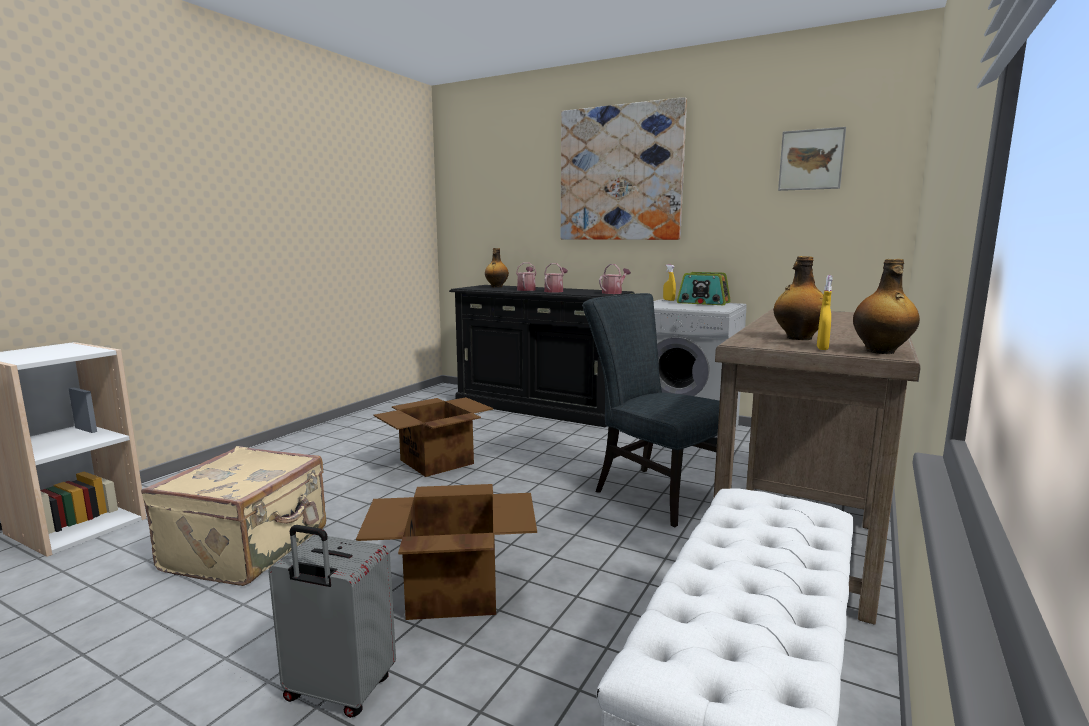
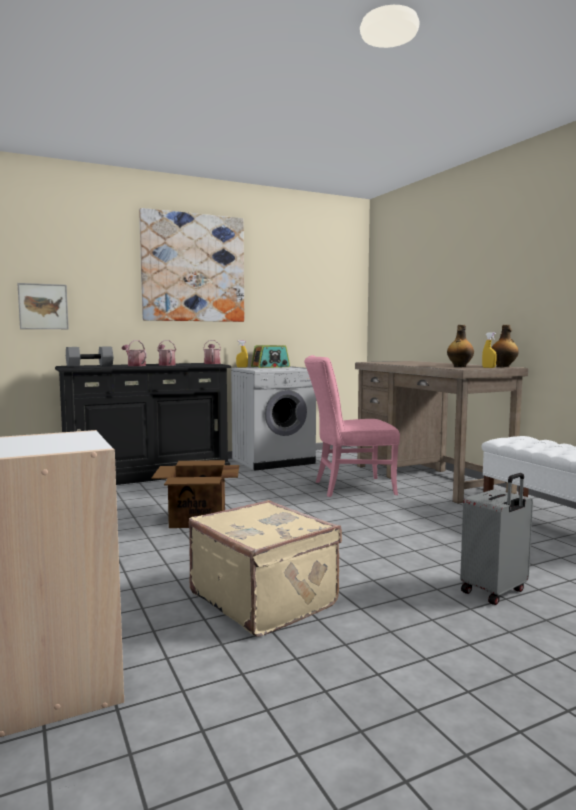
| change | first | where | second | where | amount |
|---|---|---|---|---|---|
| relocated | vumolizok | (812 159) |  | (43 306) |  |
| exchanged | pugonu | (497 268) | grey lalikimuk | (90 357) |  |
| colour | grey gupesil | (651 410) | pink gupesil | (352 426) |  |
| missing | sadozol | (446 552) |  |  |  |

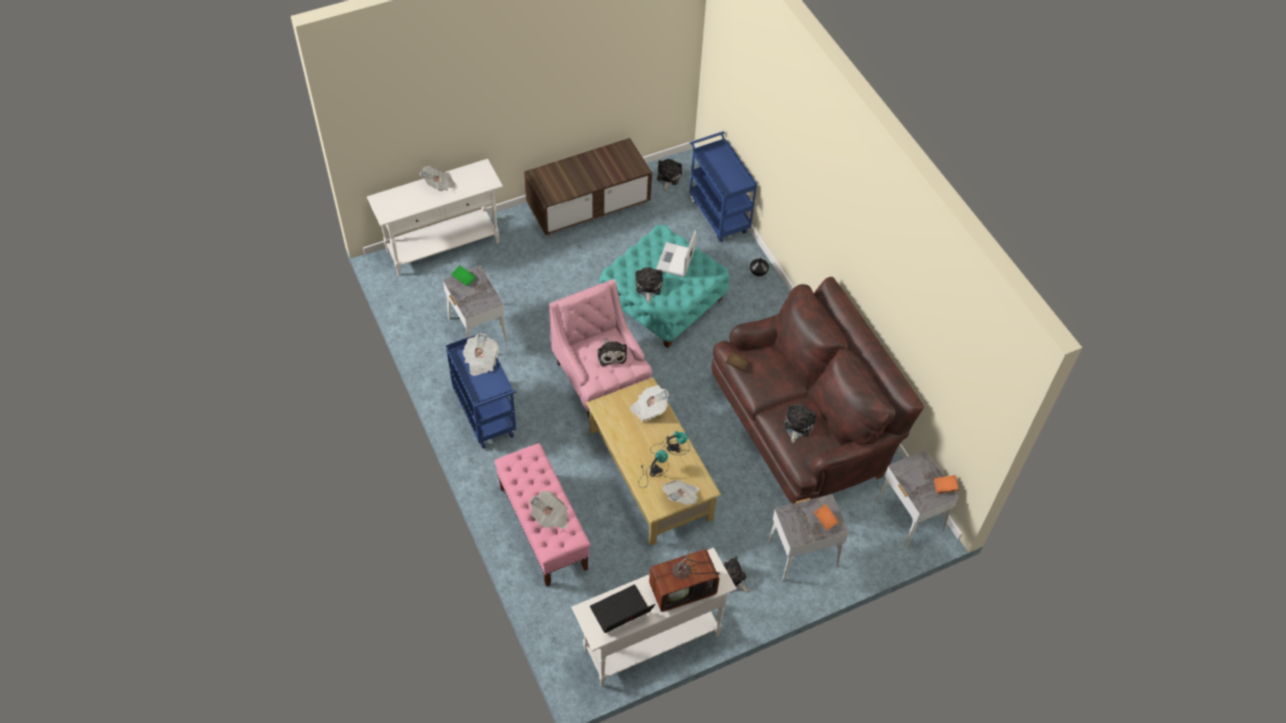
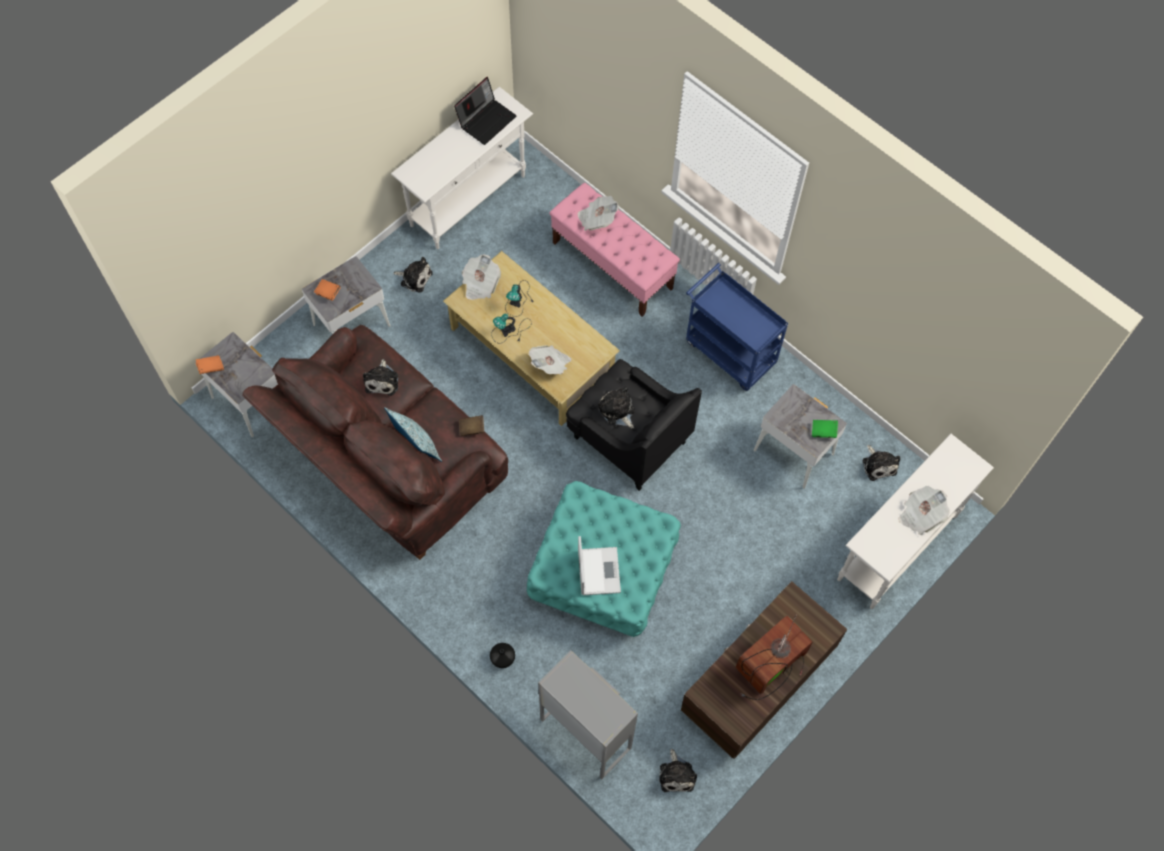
| change | first | where | second | where | amount |
|---|---|---|---|---|---|
| appeared |  |  | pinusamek | (413 434) |  |
| exchanged | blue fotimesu | (723 186) | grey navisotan | (588 714) |  |
| colour | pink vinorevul | (600 348) | black vinorevul | (634 425) |  |
| relocated | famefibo | (684 577) |  | (774 657) |  |
| relocated | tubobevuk | (649 285) |  | (881 463) |  |
| missing | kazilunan | (481 354) |  |  |  |

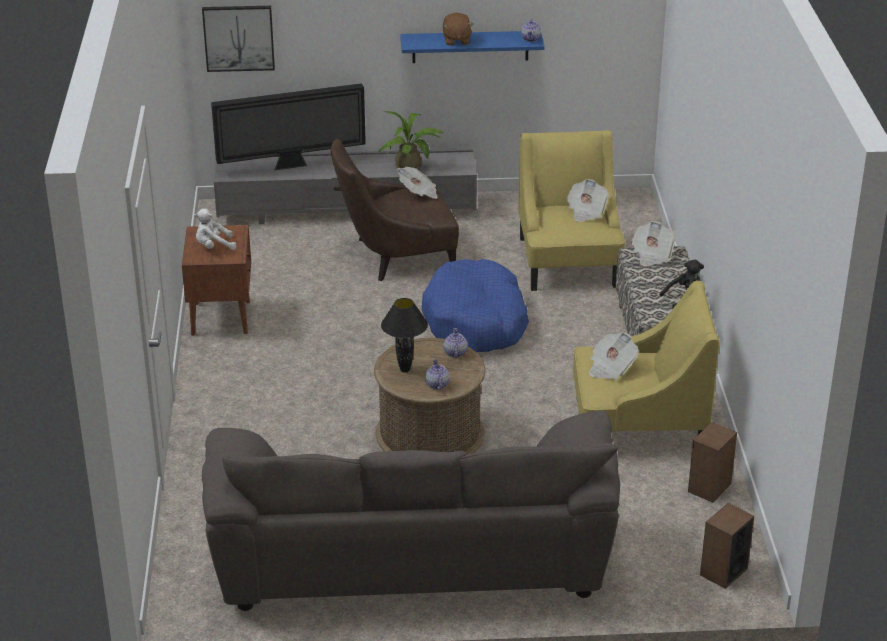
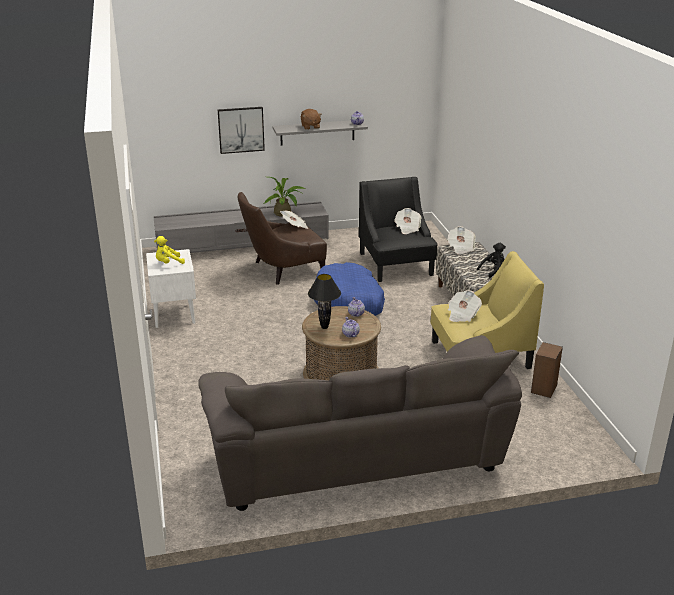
| change | first | where | second | where | amount |
|---|---|---|---|---|---|
| colour | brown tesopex | (216 280) | white tesopex | (171 288) |  |
| colour | white tubobevuk | (215 229) | yellow tubobevuk | (169 250) |  |
| relocated | vumolizok | (238 39) |  | (241 130) |  |
| colour | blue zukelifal | (472 47) | grey zukelifal | (320 133) |  |
| colour | yellow vinorevul | (571 210) | black vinorevul | (398 229) |  |
| missing | famefibo | (288 126) |  |  |  |
| missing | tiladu | (727 546) |  |  |  |

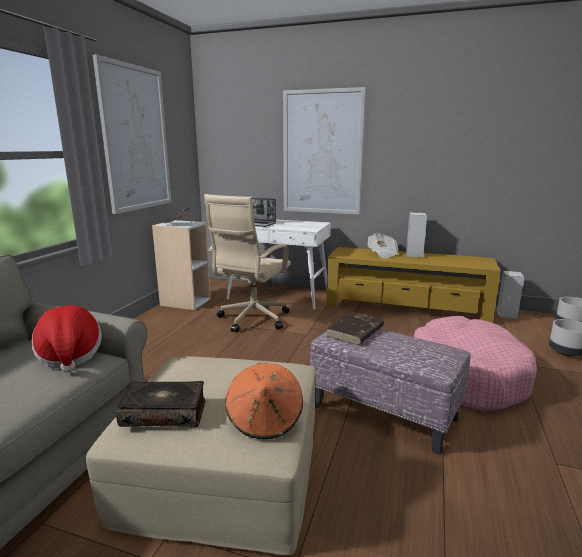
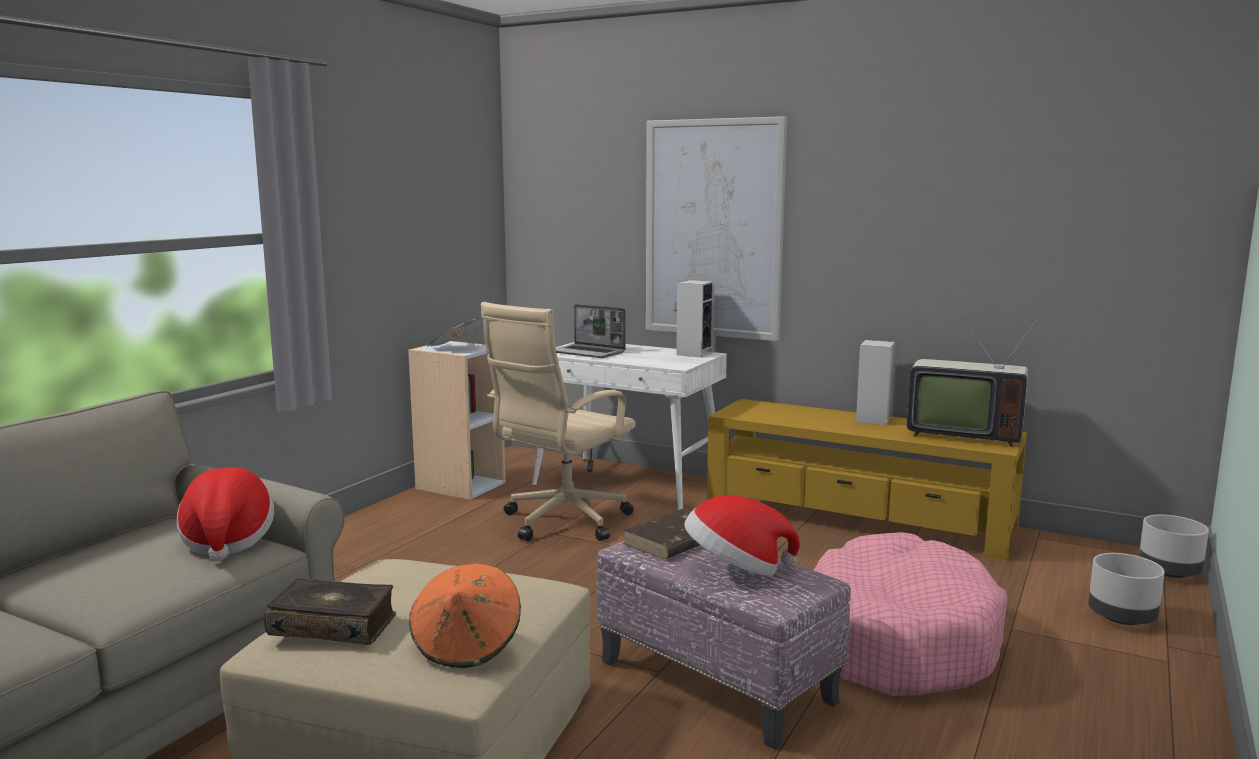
| change | first | where | second | where | amount |
|---|---|---|---|---|---|
| relocated | tiladu | (511 295) |  | (695 319) |  |
| appeared |  |  | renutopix | (742 535) |  |
| appeared |  |  | famefibo | (973 381) |  |
| missing | vumolizok | (132 134) |  |  |  |
| missing | kazilunan | (382 246) |  |  |  |

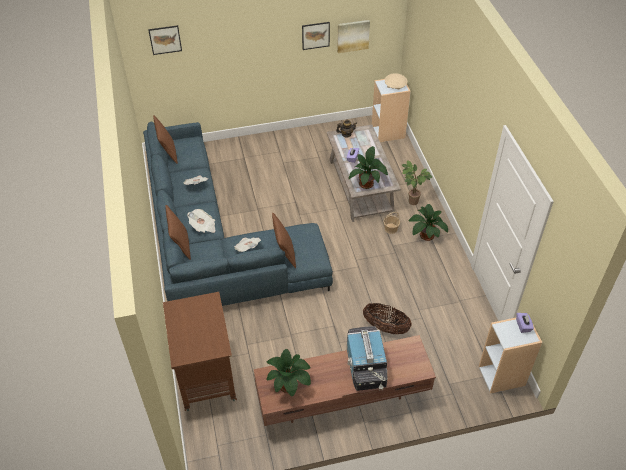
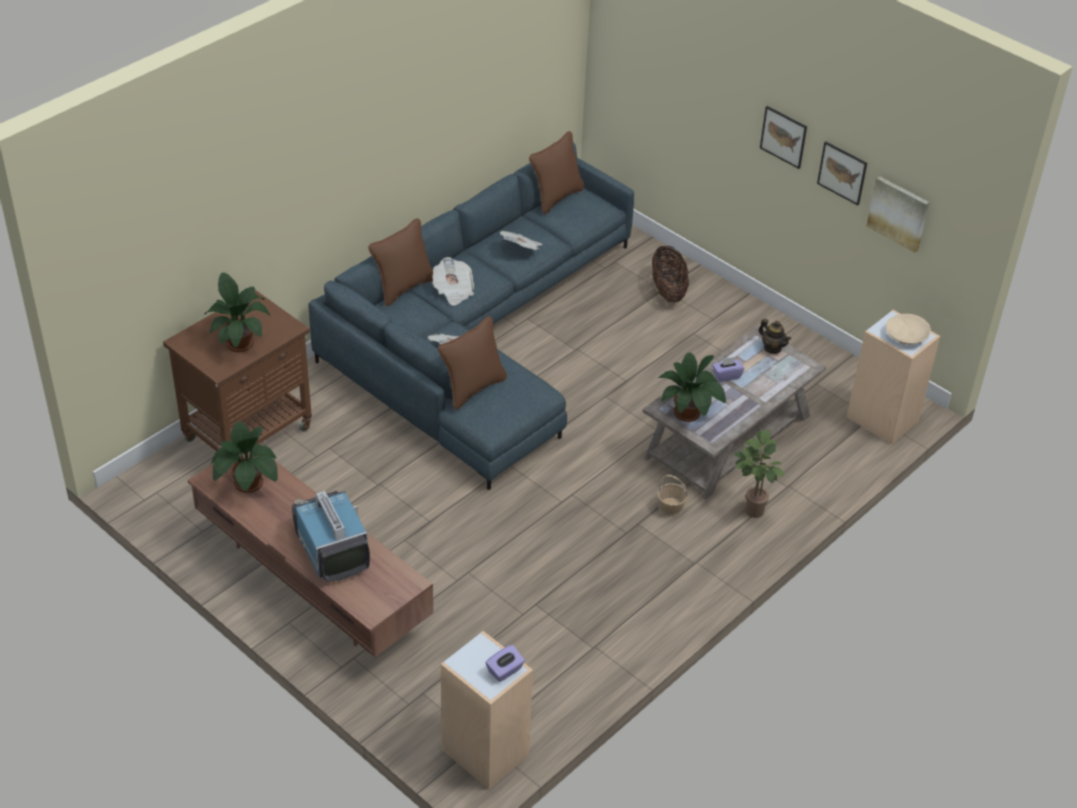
| change | first | where | second | where | amount |
|---|---|---|---|---|---|
| relocated | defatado | (428 222) |  | (237 312) |  |
| spun | famefibo | (367 358) |  | (331 536) | 105 degrees clockwise |
| relocated | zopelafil | (387 318) |  | (670 274) |  |
| relocated | vumolizok | (165 40) |  | (783 137) |  |

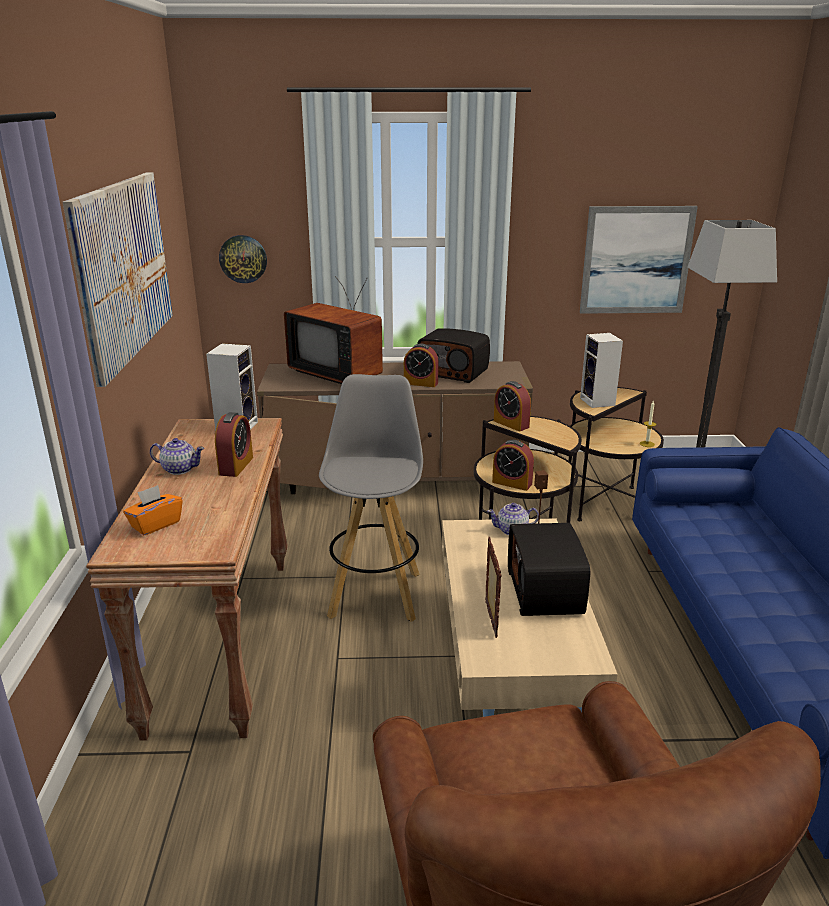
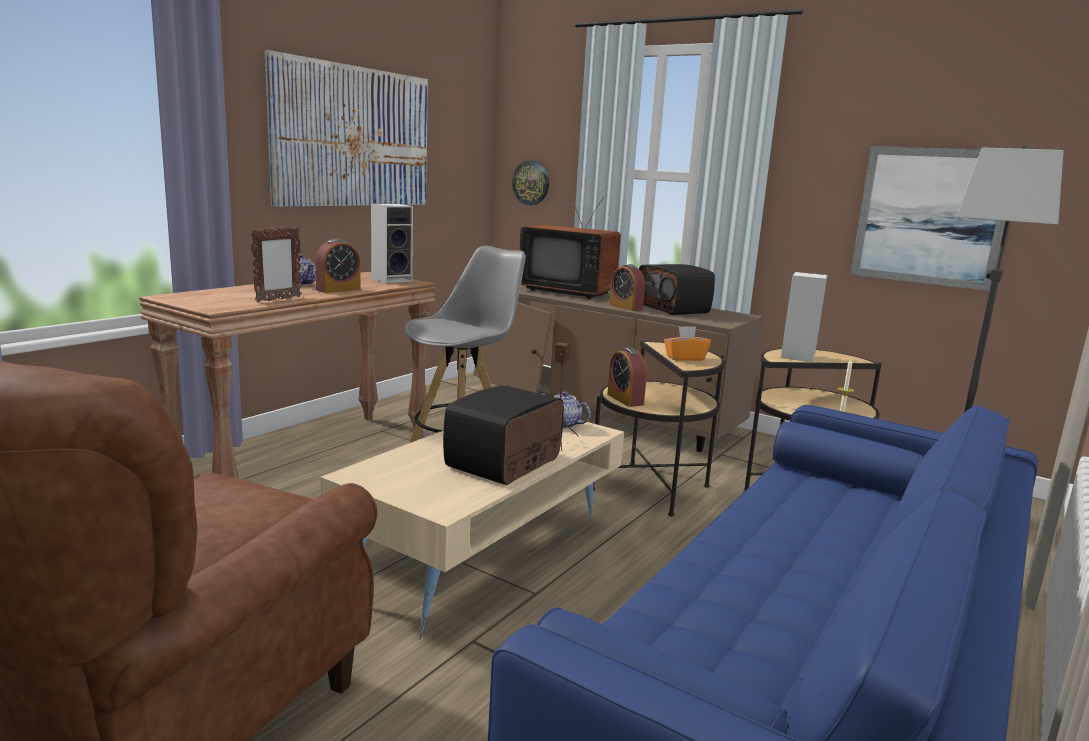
| change | first | where | second | where | amount |
|---|---|---|---|---|---|
| relocated | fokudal | (493 587) |  | (276 264) |  |
| spun | famefibo | (333 330) |  | (570 248) | 45 degrees counterclockwise |
| relocated | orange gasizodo | (153 510) |  | (687 343) |  |
| missing | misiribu | (512 406) |  |  |  |

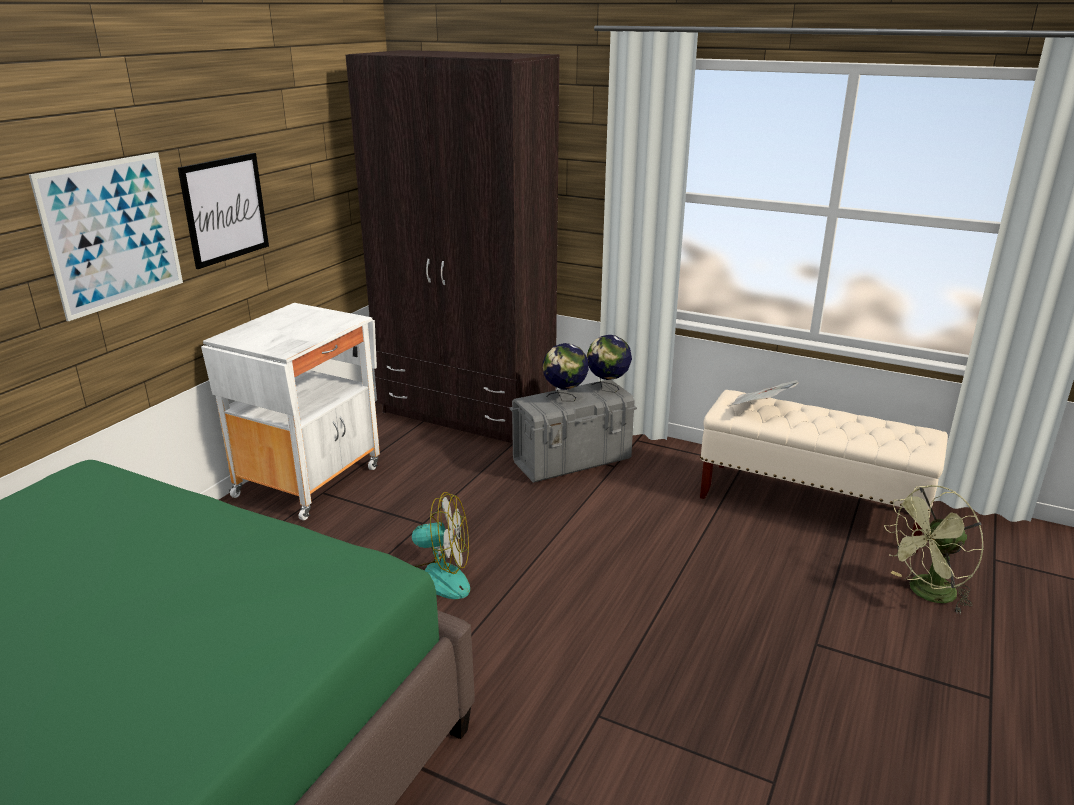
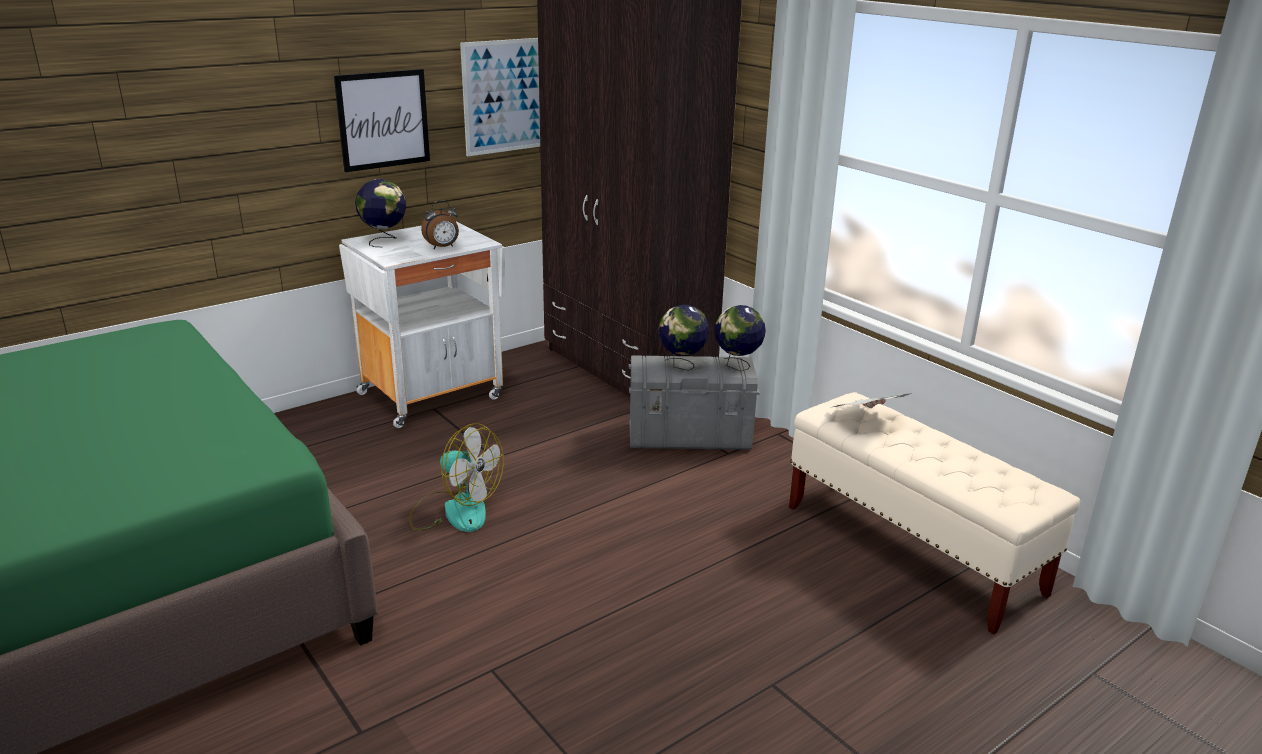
| change | first | where | second | where | amount |
|---|---|---|---|---|---|
| appeared |  |  | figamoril | (380 213) |  |
| appeared |  |  | misiribu | (440 224) |  |
| relocated | vumolizok | (106 236) |  | (500 97) |  |
| missing | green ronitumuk | (934 549) |  |  |  |

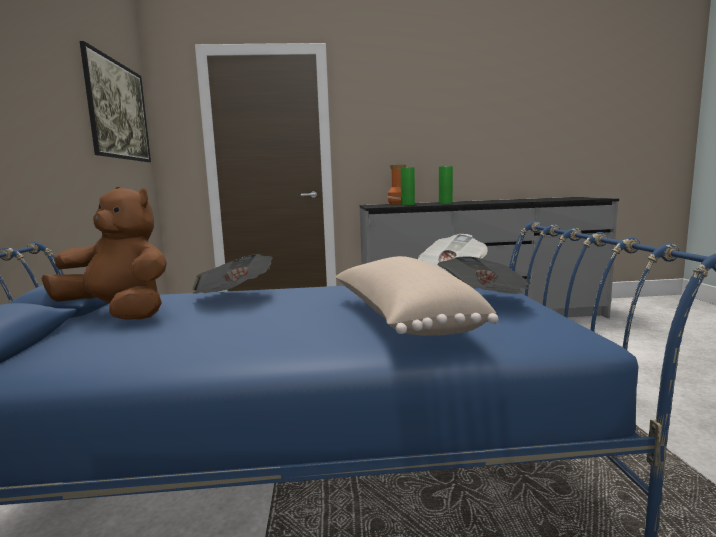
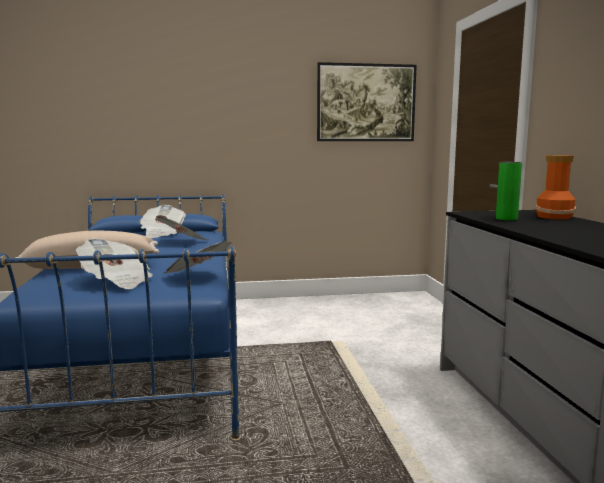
| change | first | where | second | where | amount |
|---|---|---|---|---|---|
| exchanged | brown tubobevuk | (104 253) | kazilunan | (163 221) |  |
| missing | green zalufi | (446 185) |  |  |  |

